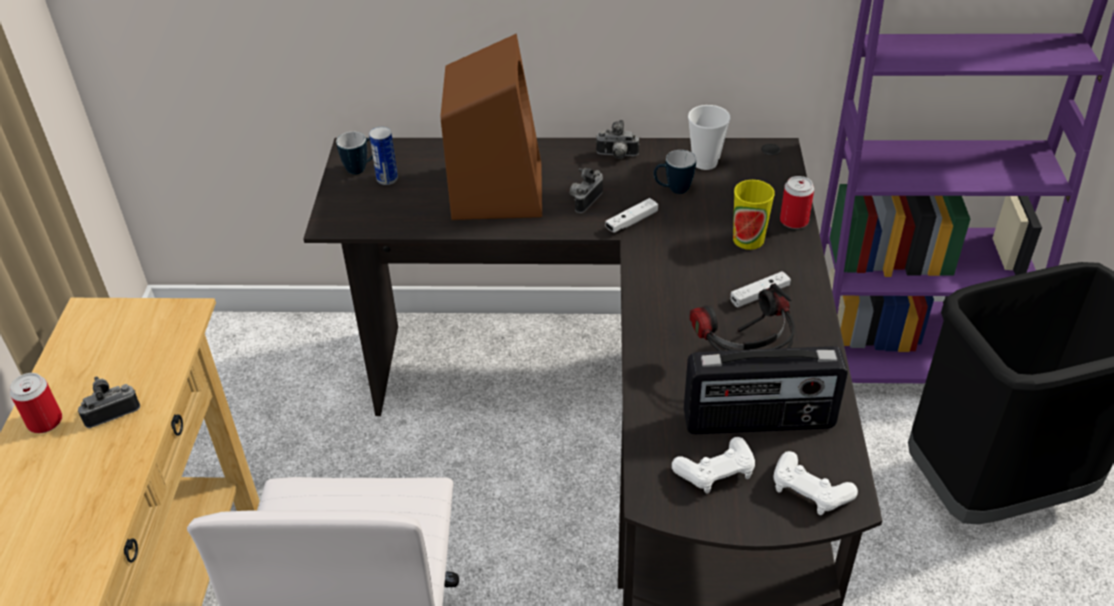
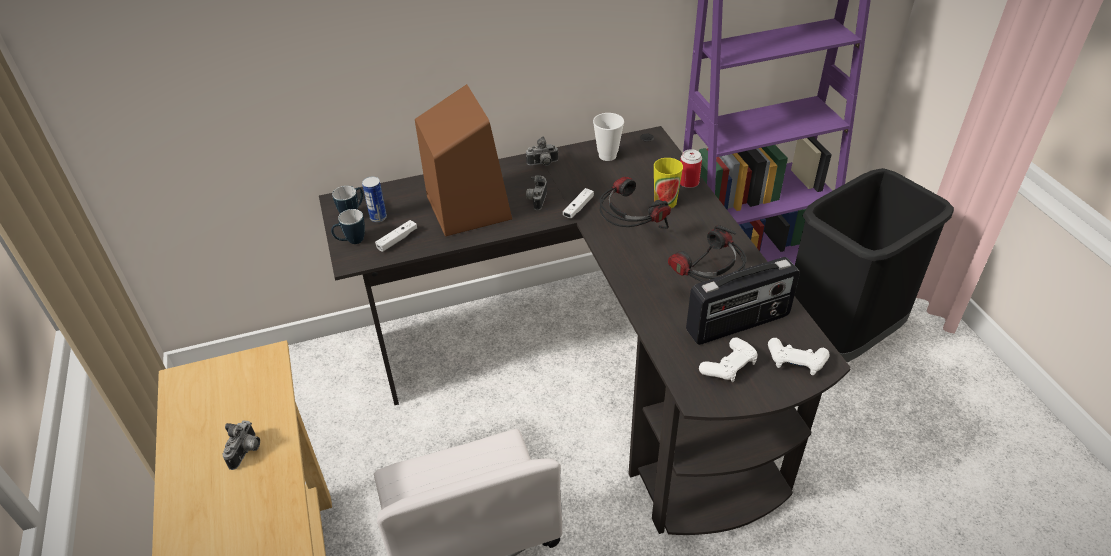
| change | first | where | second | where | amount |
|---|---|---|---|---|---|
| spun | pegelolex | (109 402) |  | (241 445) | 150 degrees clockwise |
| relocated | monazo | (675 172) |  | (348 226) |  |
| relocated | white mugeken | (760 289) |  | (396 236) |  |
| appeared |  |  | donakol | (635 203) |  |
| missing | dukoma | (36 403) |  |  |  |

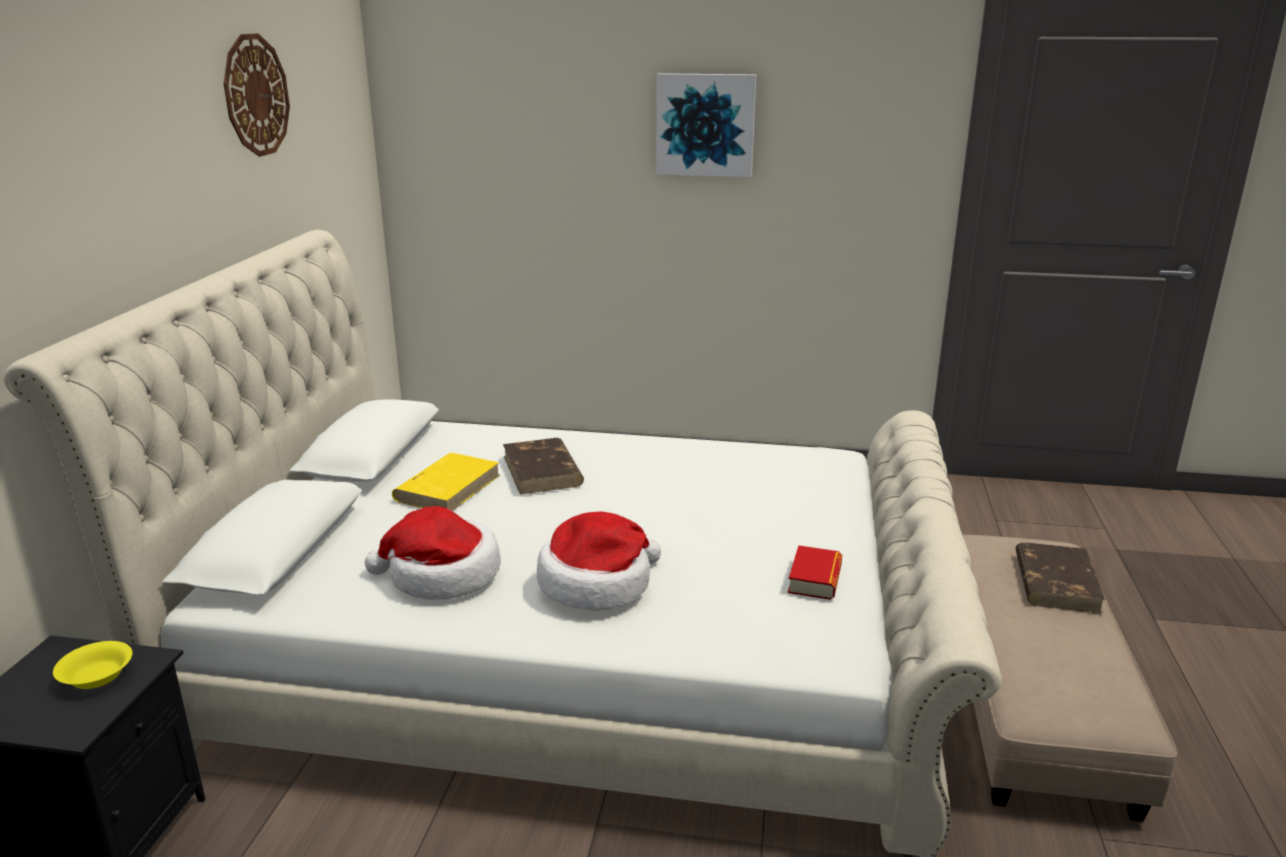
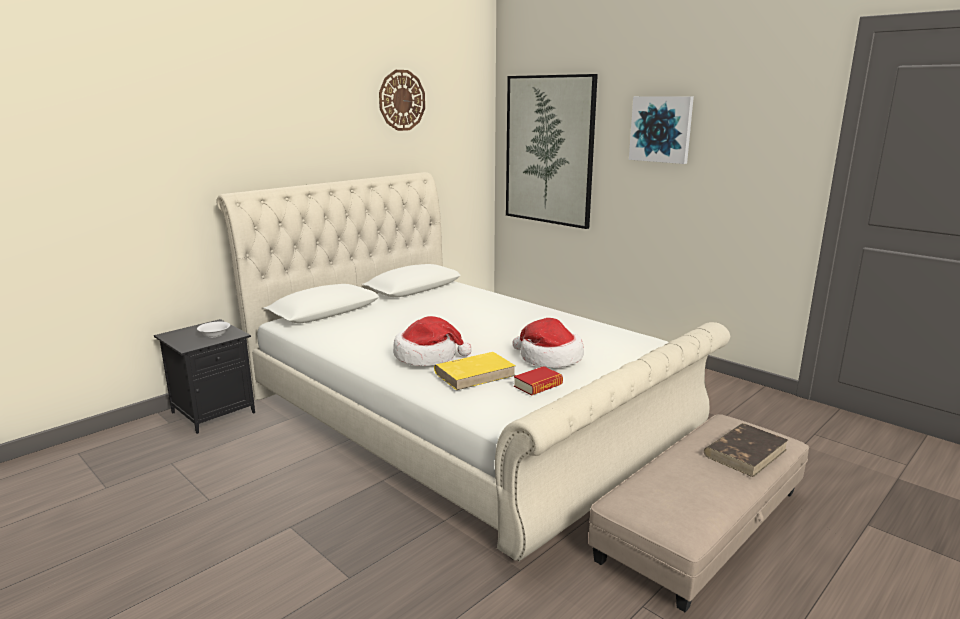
| change | first | where | second | where | amount |
|---|---|---|---|---|---|
| colour | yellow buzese | (92 665) | white buzese | (213 329) |  |
| relocated | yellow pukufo | (446 482) |  | (475 371) |  |
| appeared |  |  | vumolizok | (552 151) |  |
| relocated | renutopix | (432 553) |  | (548 343) |  |
| missing | brown pukufo | (543 466) |  |  |  |

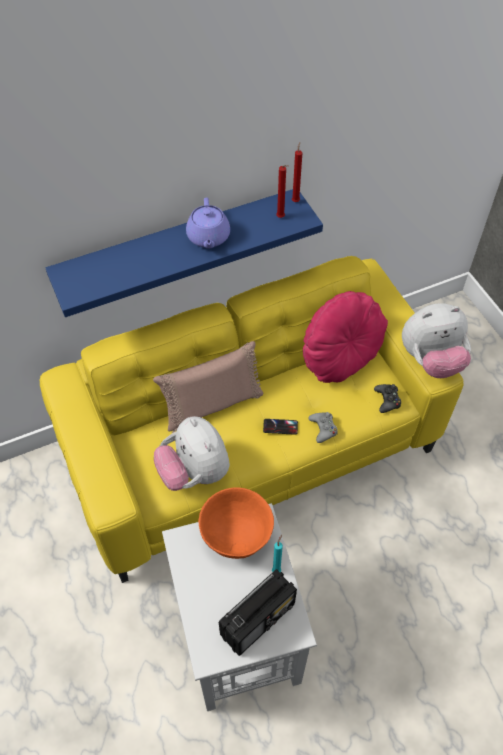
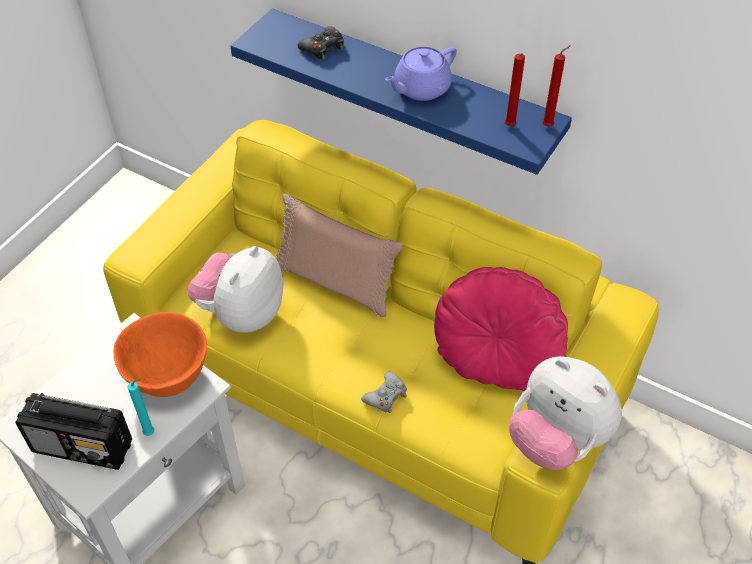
| change | first | where | second | where | amount |
|---|---|---|---|---|---|
| relocated | black mugeken | (387 398) |  | (320 42) |  |
| missing | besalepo | (280 427) |  |  |  |

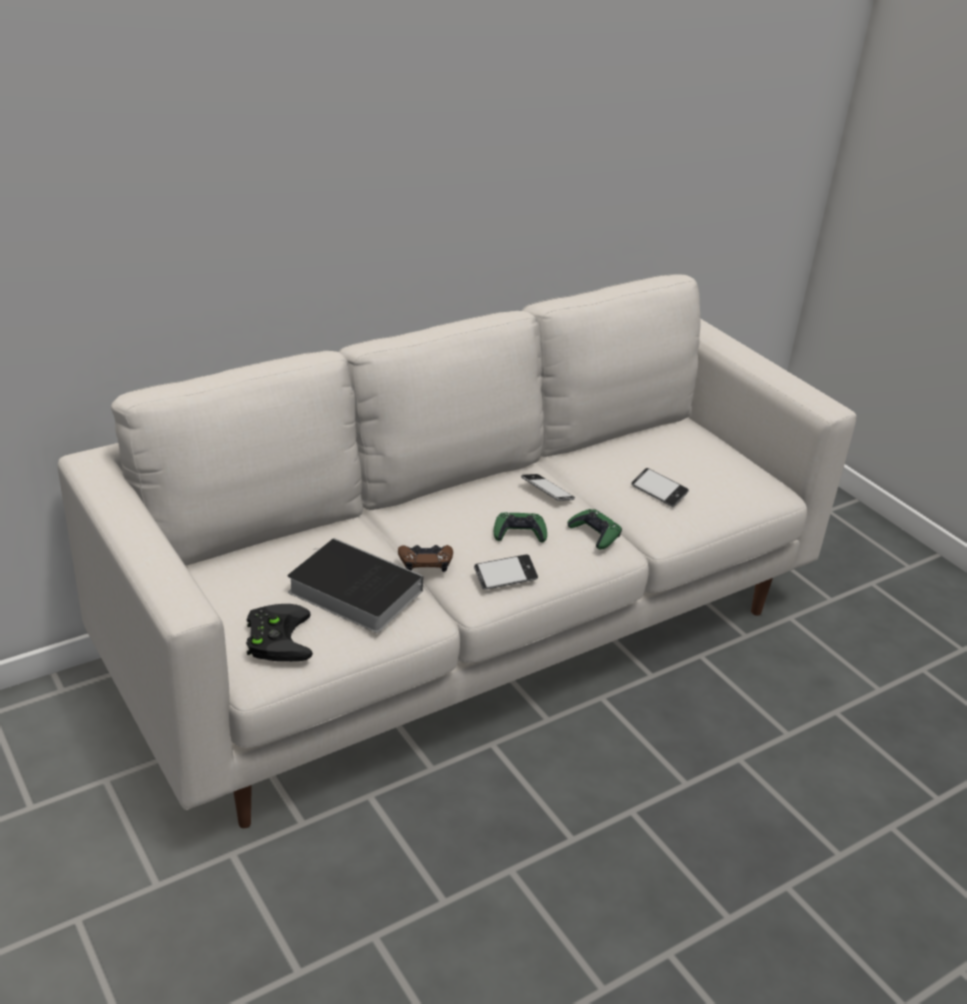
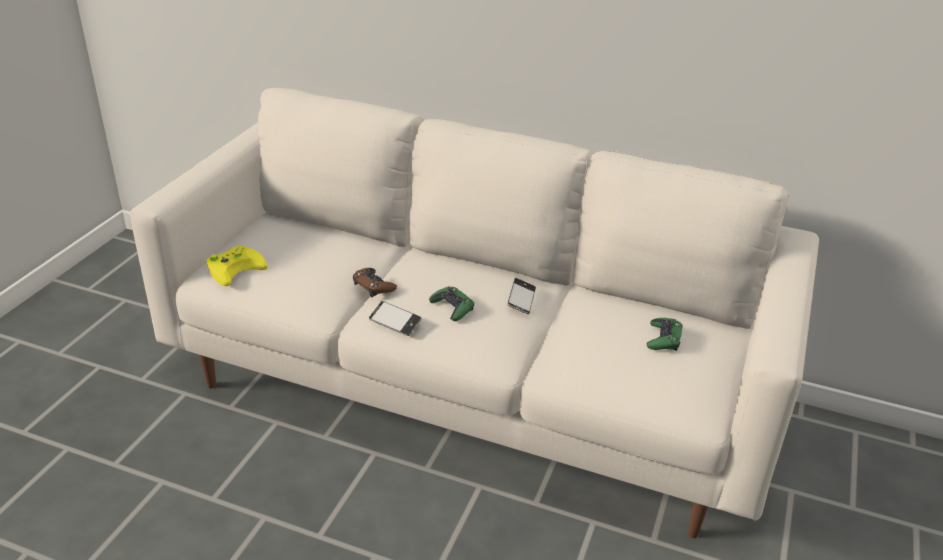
| change | first | where | second | where | amount |
|---|---|---|---|---|---|
| colour | black mugeken | (279 633) | yellow mugeken | (237 265) |  |
| relocated | green mugeken | (594 529) |  | (664 334) |  |
| missing | pukufo | (355 585) |  |  |  |
| missing | besalepo | (660 487) |  |  |  |

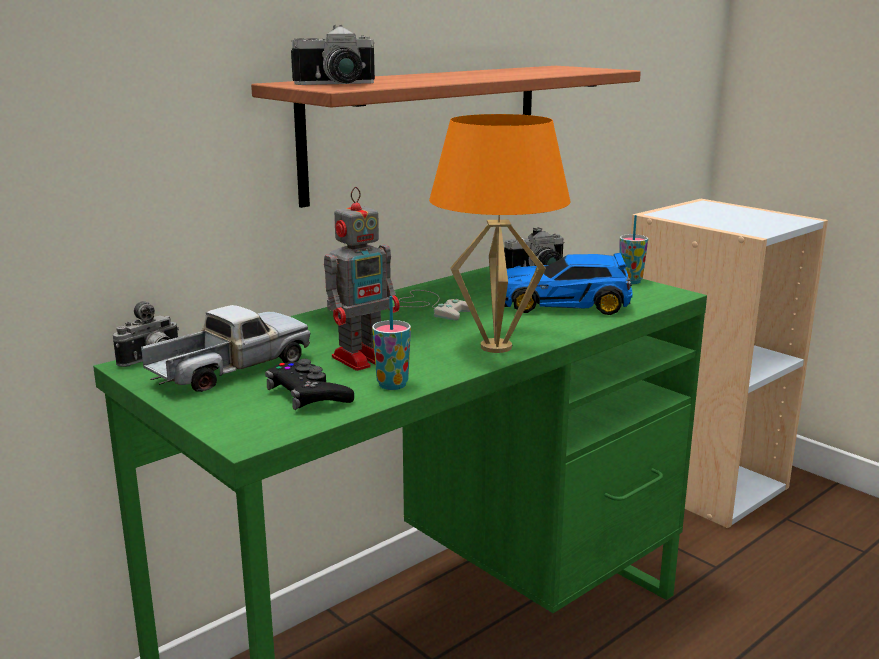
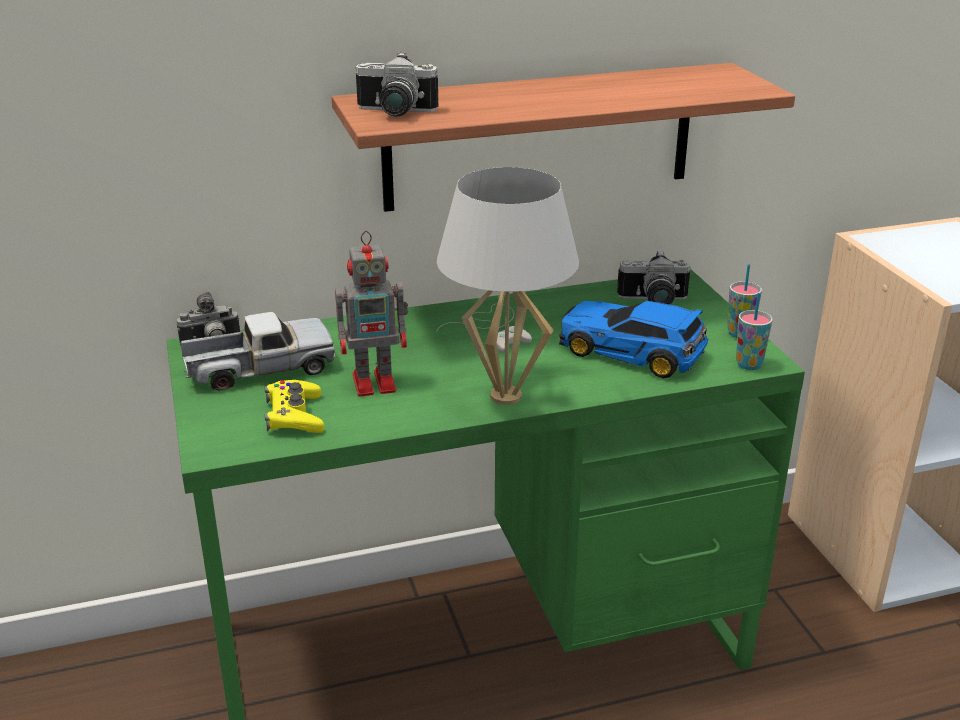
| change | first | where | second | where | amount |
|---|---|---|---|---|---|
| colour | black mugeken | (309 384) | yellow mugeken | (294 406) |  |
| colour | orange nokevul | (500 233) | white nokevul | (508 286) |  |
| relocated | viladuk | (391 343) |  | (754 331) |  |

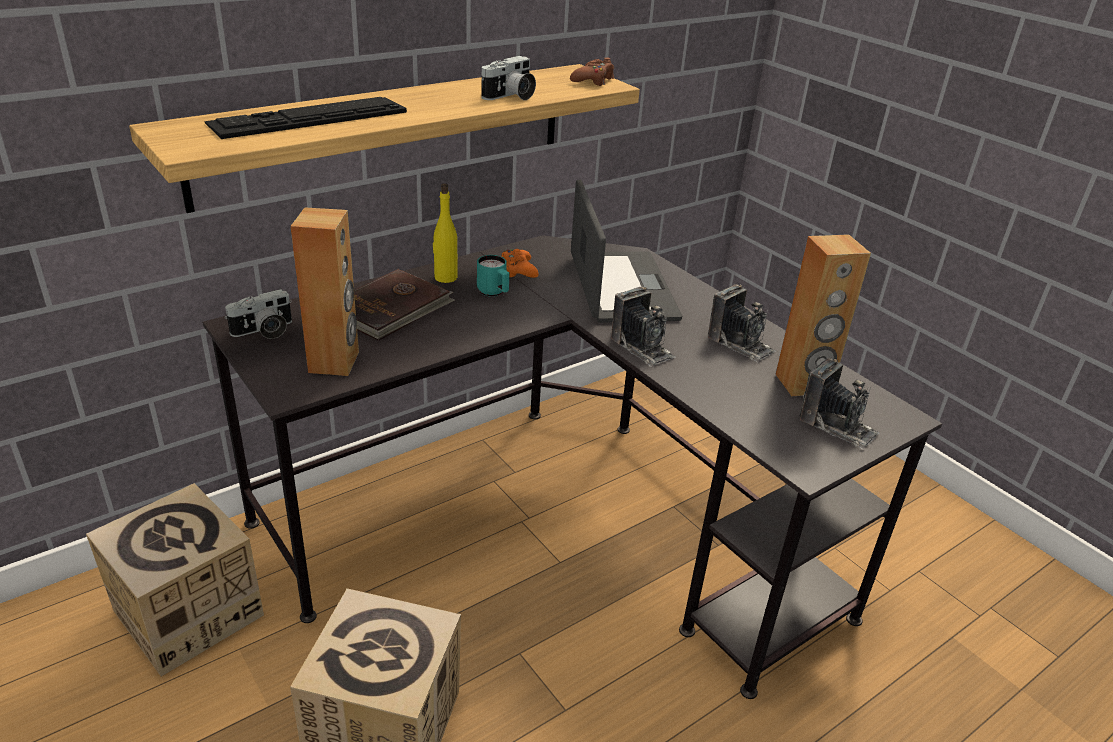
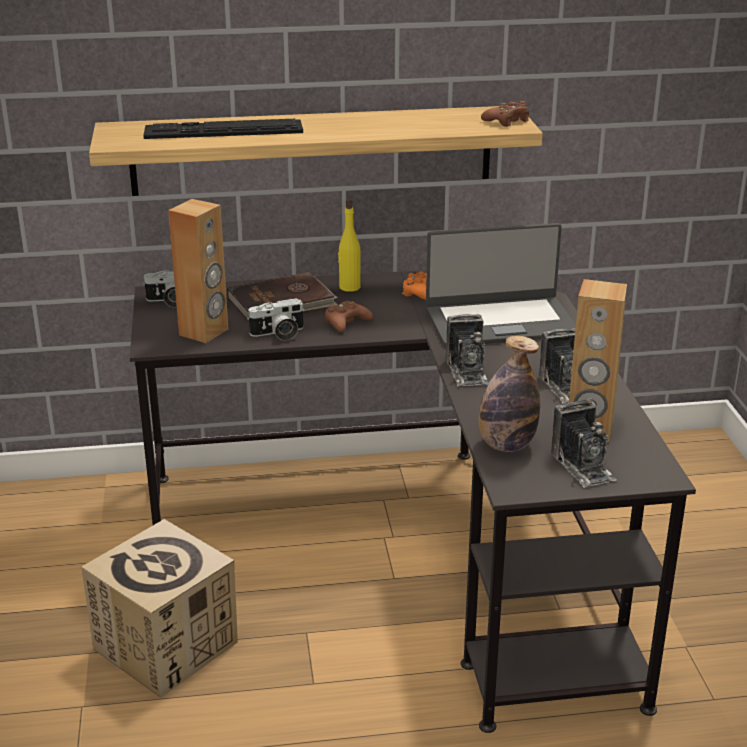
| change | first | where | second | where | amount |
|---|---|---|---|---|---|
| relocated | pegelolex | (508 78) |  | (276 319) |  |
| appeared |  |  | brown mugeken | (349 316) |  |
| spun | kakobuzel | (626 251) |  | (501 285) | 60 degrees clockwise |
| appeared |  |  | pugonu | (509 394) |  |
| missing | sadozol | (175 580) |  |  |  |
| missing | turquoise monazo | (493 276) |  |  |  |

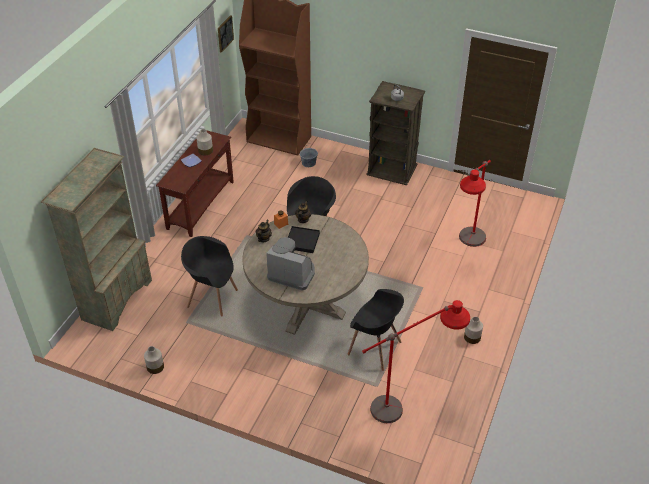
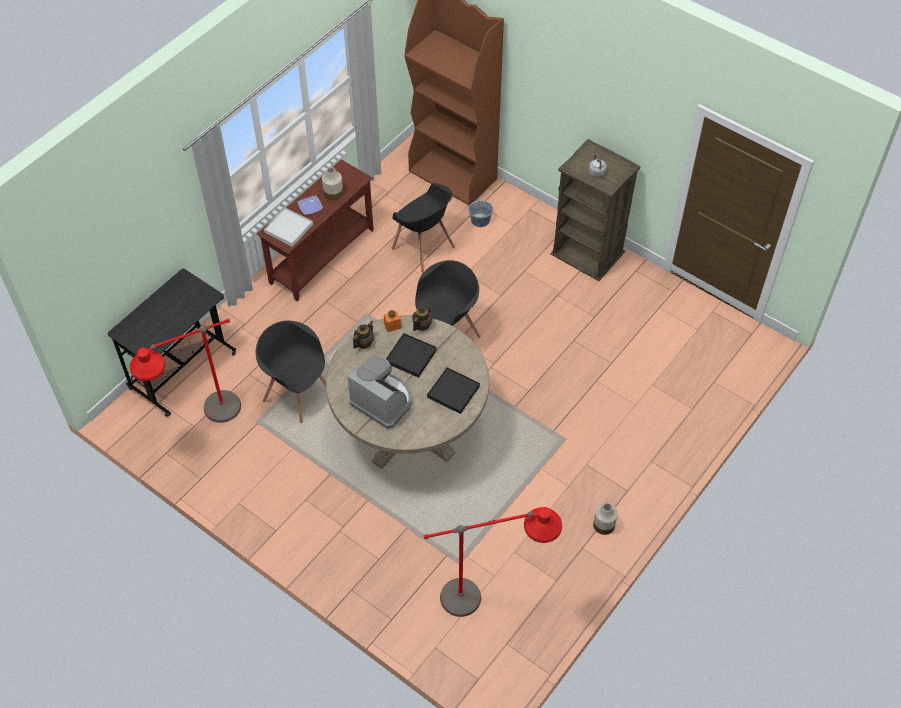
| change | first | where | second | where | amount |
|---|---|---|---|---|---|
| exchanged | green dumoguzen | (96 239) | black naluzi | (171 343) |  |
| relocated | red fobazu | (475 203) |  | (185 370) |  |
| appeared |  |  | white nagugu | (288 227) |  |
| relocated | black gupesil | (375 330) |  | (423 228) |  |
| appeared |  |  | black nagugu | (453 390) |  |
| missing | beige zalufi | (154 360) |  |  |  |
| missing | vumolizok | (226 34) |  |  |  |

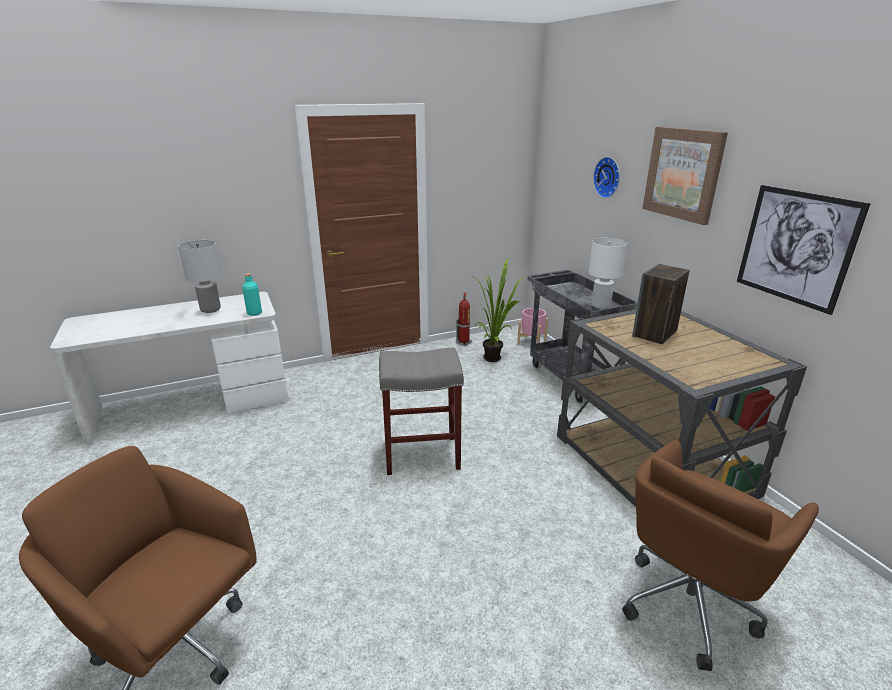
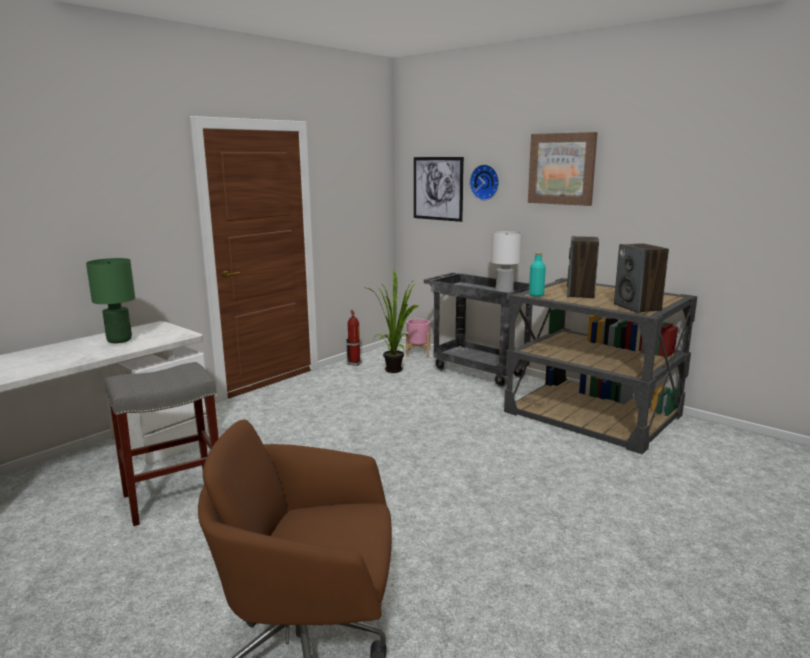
| change | first | where | second | where | amount |
|---|---|---|---|---|---|
| colour | grey nokevul | (200 276) | green nokevul | (110 301) |  |
| relocated | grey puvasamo | (421 411) |  | (161 444) |  |
| relocated | vumolizok | (803 250) |  | (439 189) |  |
| relocated | turquoise pugonu | (252 294) |  | (537 275) |  |
| appeared |  |  | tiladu | (641 278) |  |
| missing | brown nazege | (720 555) |  |  |  |

